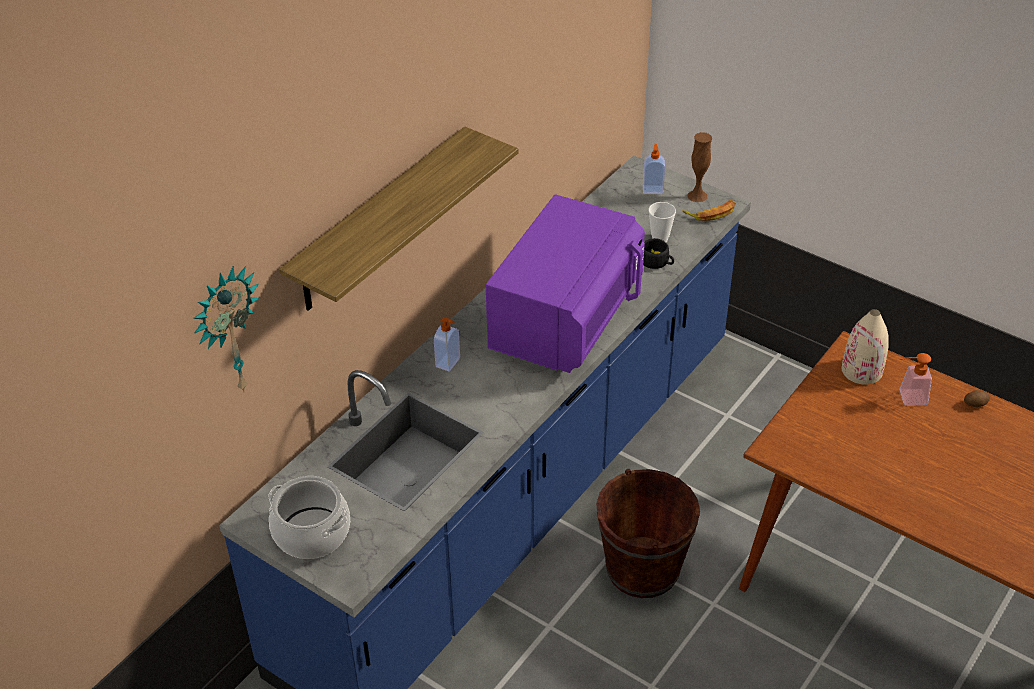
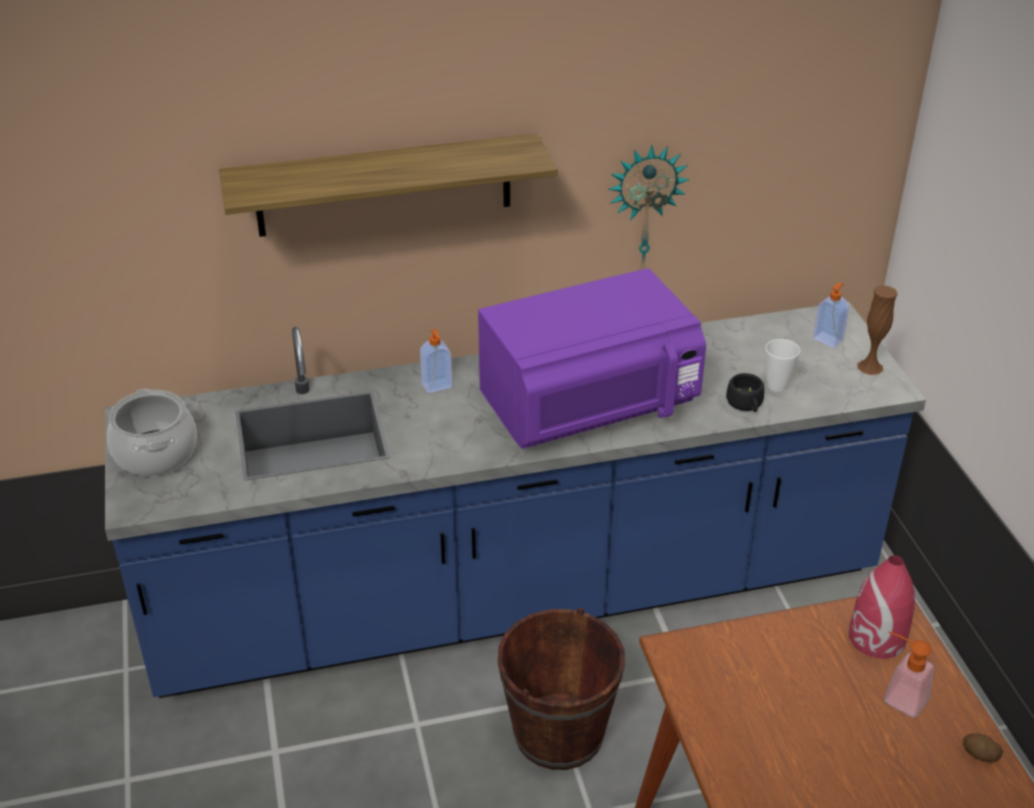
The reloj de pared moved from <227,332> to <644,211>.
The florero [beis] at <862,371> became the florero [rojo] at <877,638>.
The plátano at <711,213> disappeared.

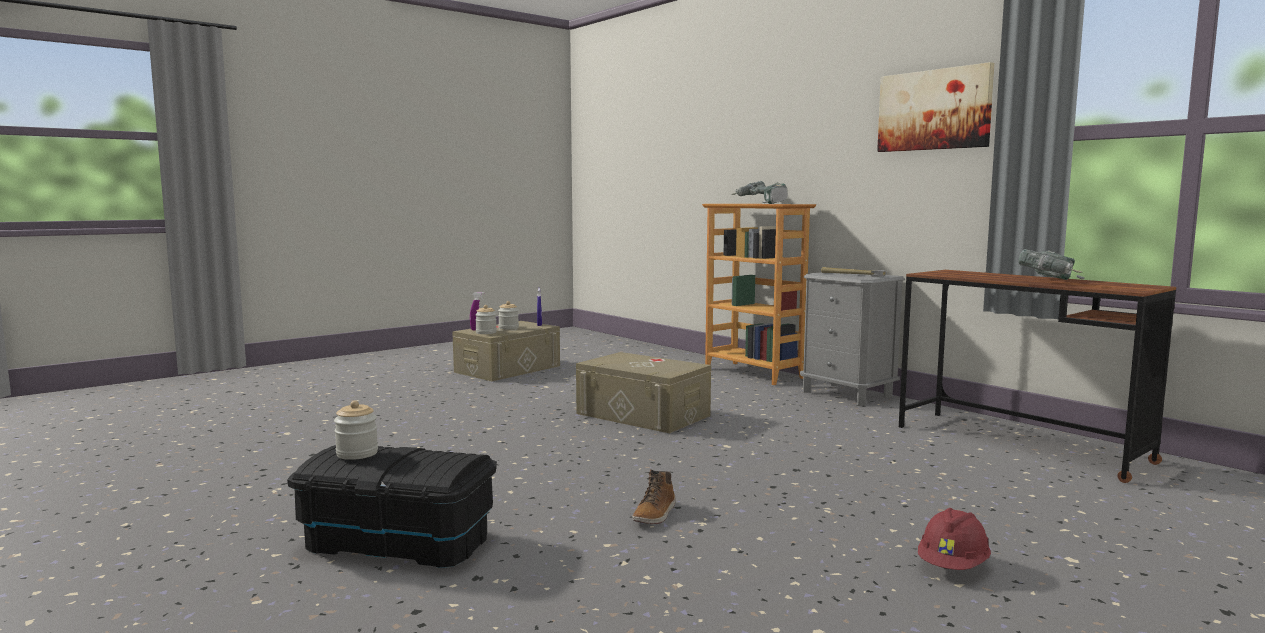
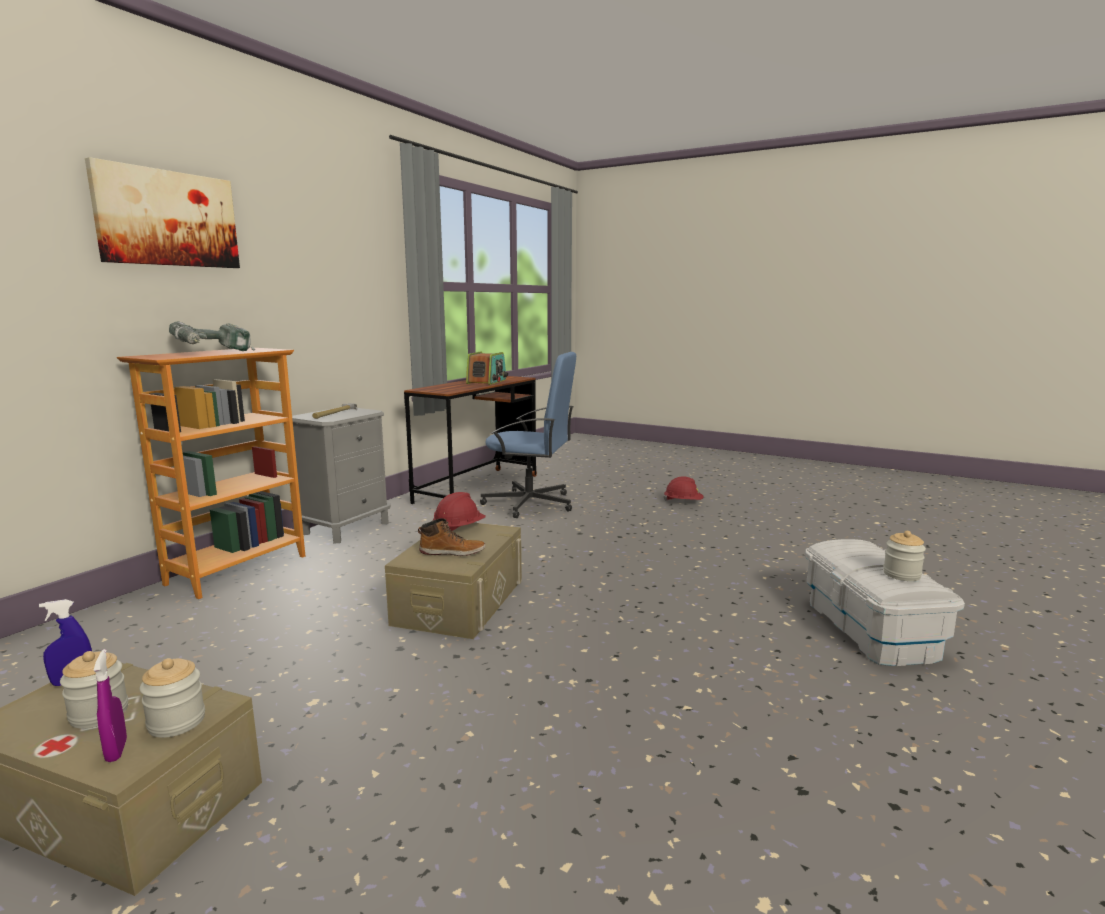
The cuadro moved from <934,110> to <167,218>.
The bota moved from <655,514> to <452,552>.
The casco [rojo] at <459,529> appeared.
The taladro at <1053,281> was replaced by the radio at <487,381>.
The silla de oficina [azul] at <530,503> appeared.
The caja de almacenaje [negro] at <397,541> became the caja de almacenaje [blanco] at <871,629>.

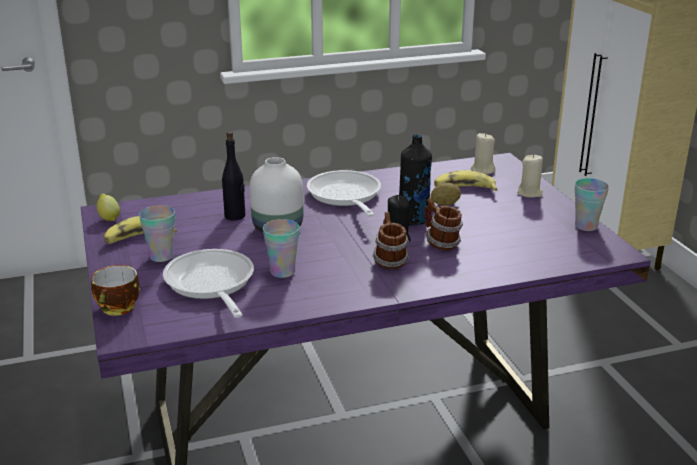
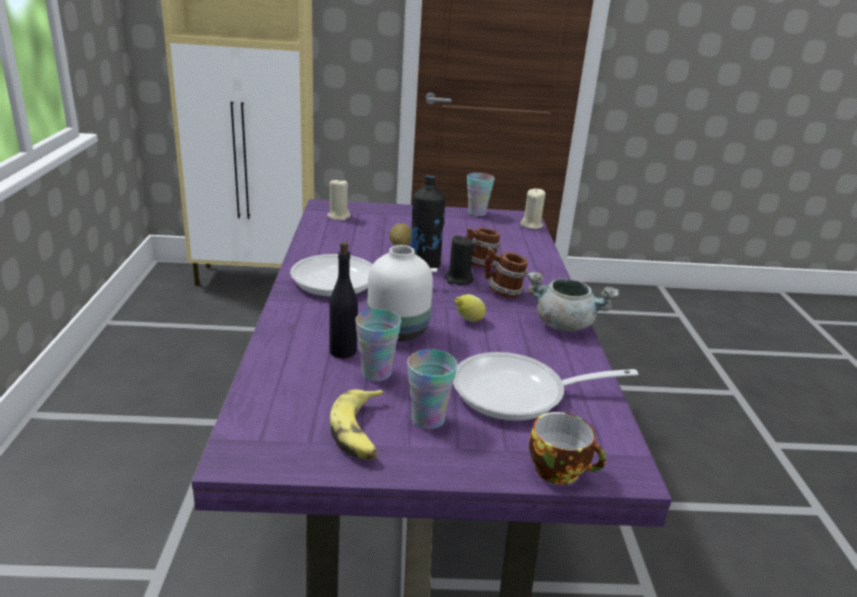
The taza moved from <282,272> to <376,373>.
The limón moved from <109,218> to <468,320>.
The vela [beis] moved from <530,193> to <531,225>.
The olla [gris] at <565,324> appeared.
The plátano at <464,189> disappeared.

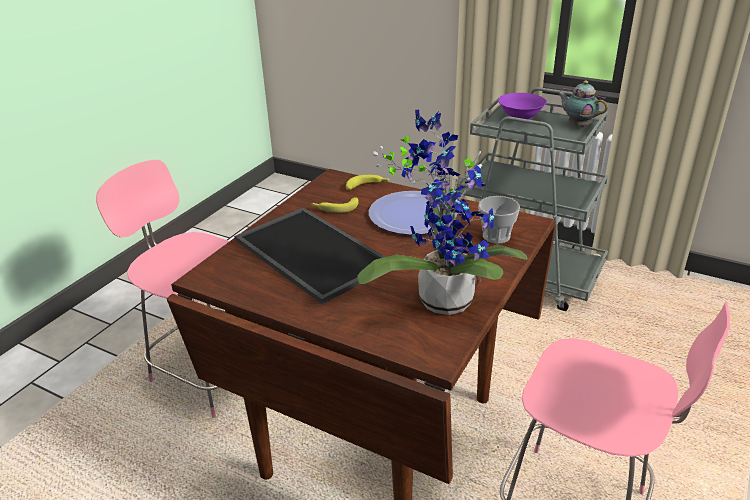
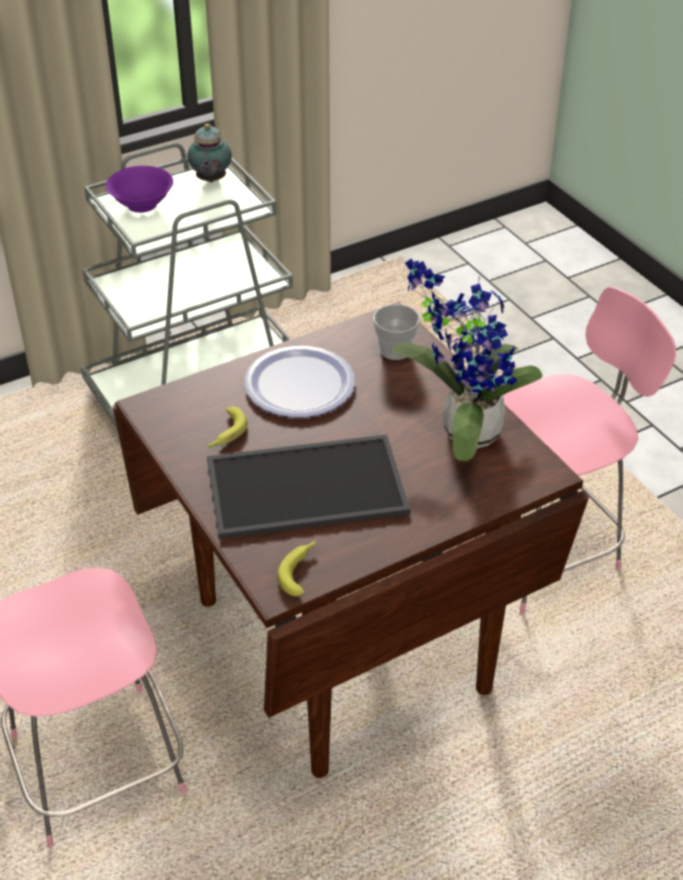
The tetera at <577,125> turned 75 degrees counterclockwise.
The plátano moved from <368,186> to <301,570>.

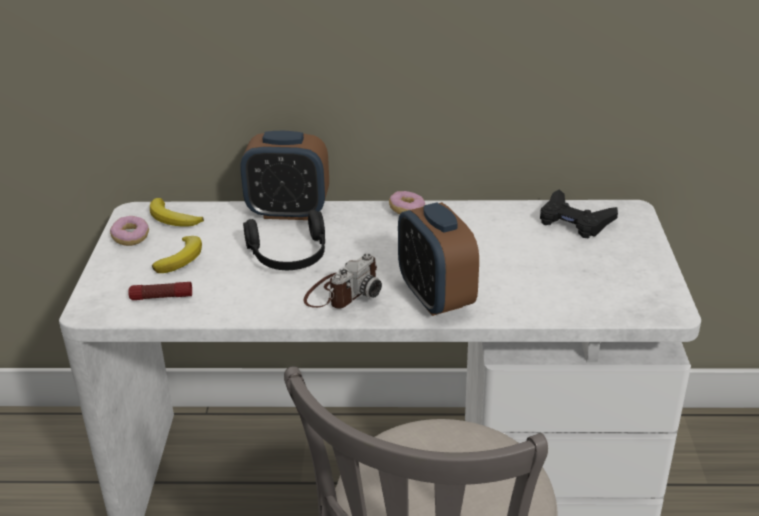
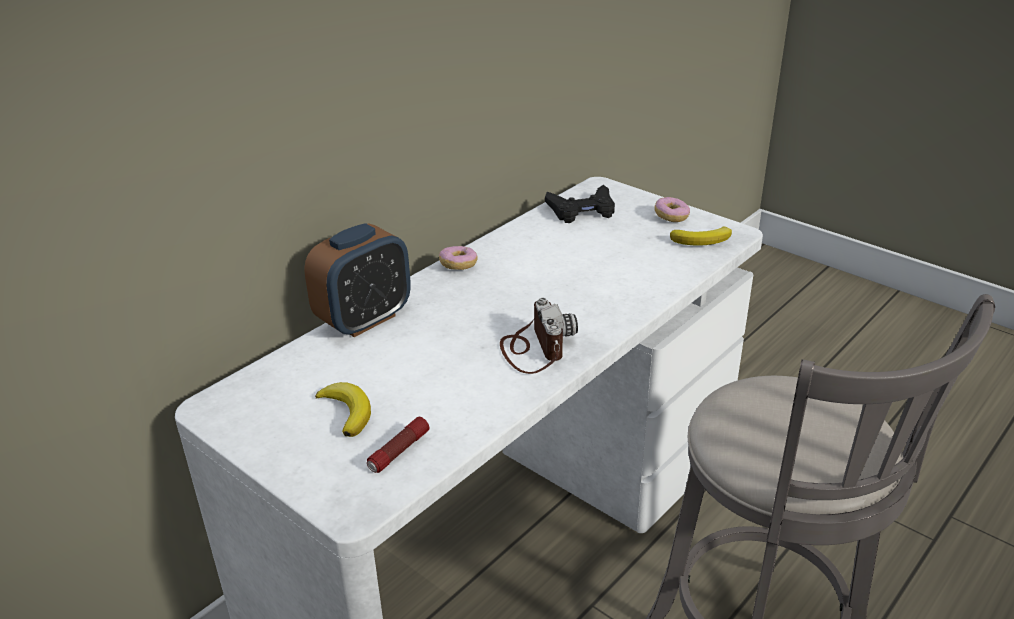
The rosquilla moved from <131,238> to <671,217>.
The plátano moved from <173,218> to <703,240>.
The auriculares [negro] at <289,256> disappeared.
The despertador at <435,297> disappeared.

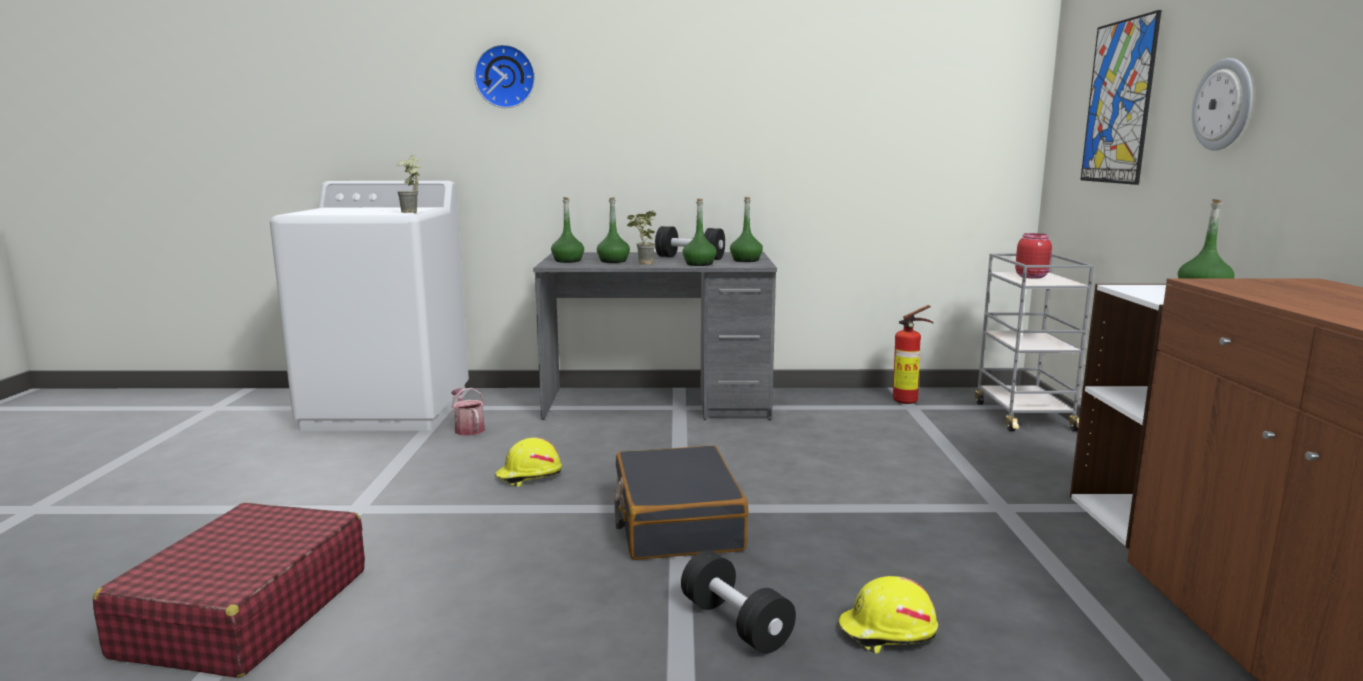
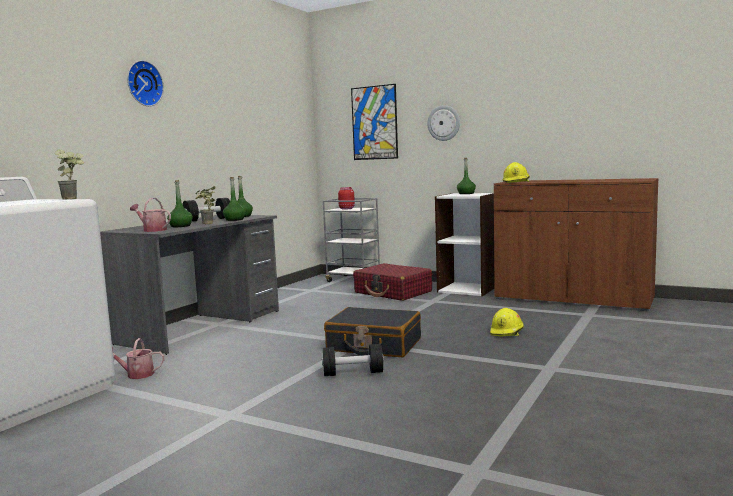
The reloj de pared moved from <505,76> to <143,83>.
The botella [verde] at <568,261> was replaced by the regadera at <152,230>.
The mancuerna [negro] moved from <735,623> to <353,373>.
The maleta [rojo] moved from <245,612> to <393,292>.
The casco [amarillo] moved from <529,476> to <516,182>.
The extintor at <909,401> disappeared.

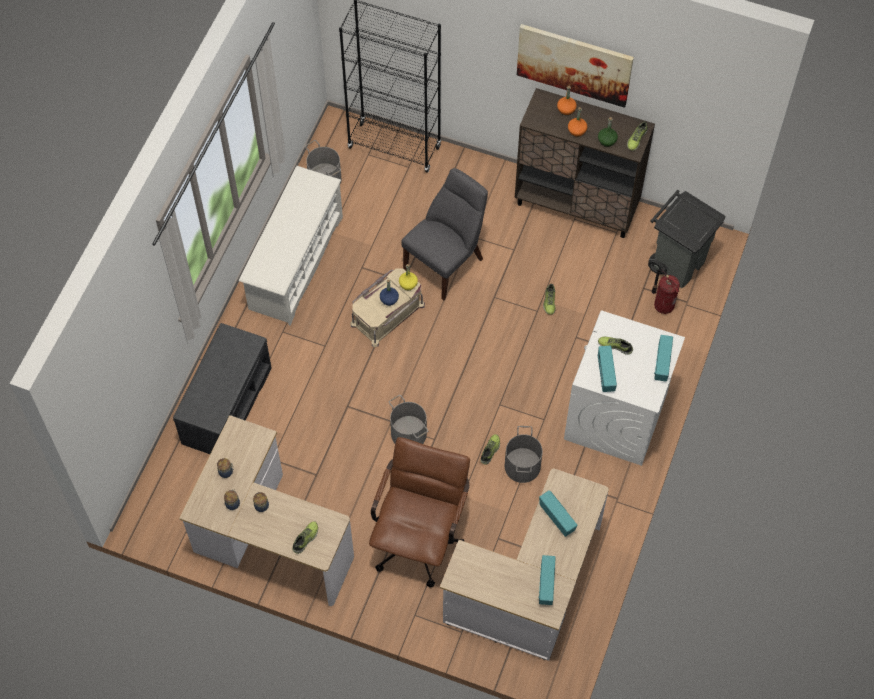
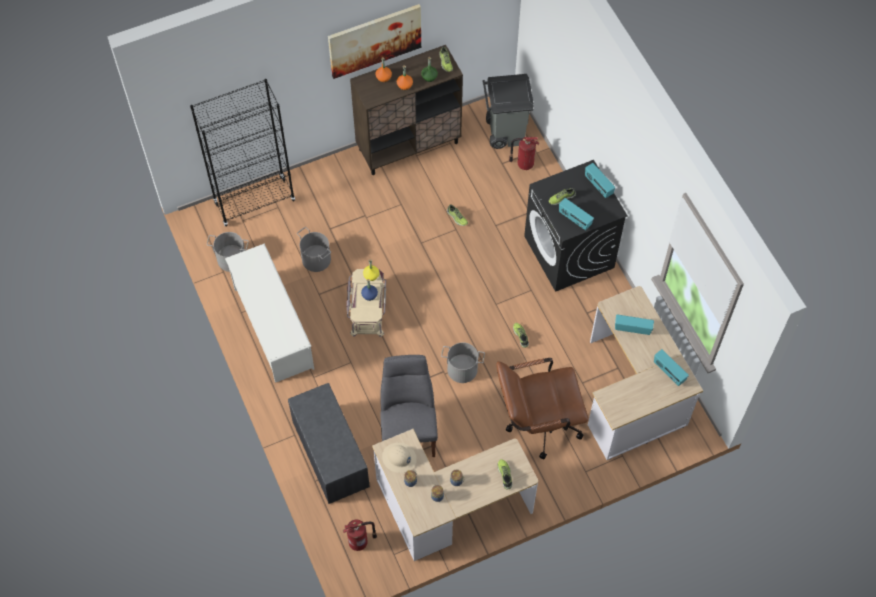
The cubo [gris] moved from <523,466> to <316,259>.
The extintor at <359,542> appeared.
The silla [gris] moved from <446,262> to <408,428>.
The casco [beis] at <399,458> appeared.
The silla de oficina [marrón] at <420,536> turned 75 degrees counterclockwise.
The lavadora [blanco] at <616,417> became the lavadora [negro] at <569,252>.

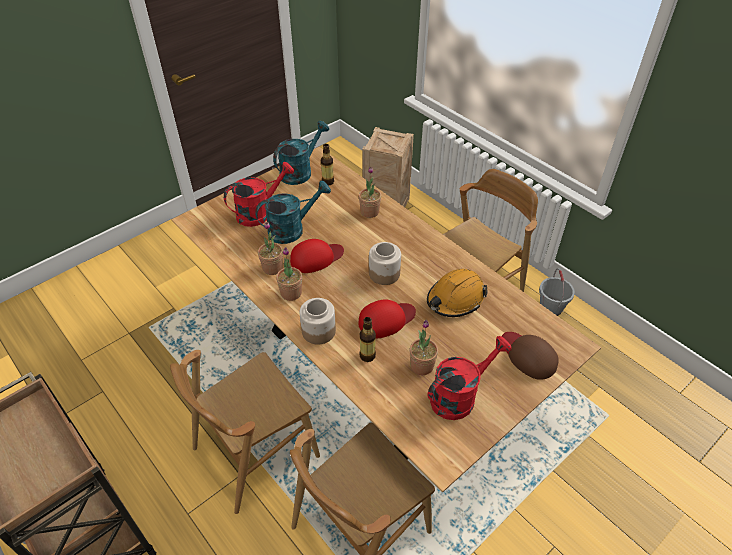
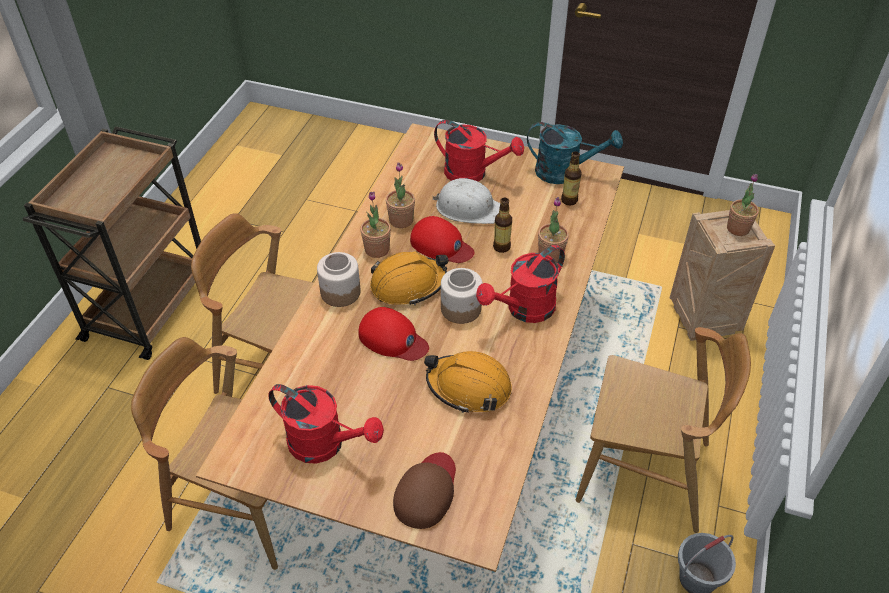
The casco [naranja] at <408,285> appeared.
The regadera [turquesa] at <292,229> was replaced by the casco [blanco] at <468,208>.
The regadera [rojo] at <524,310> appeared.
The botella moved from <367,356> to <501,247>.
The planta en maceta moved from <422,366> to <738,228>.

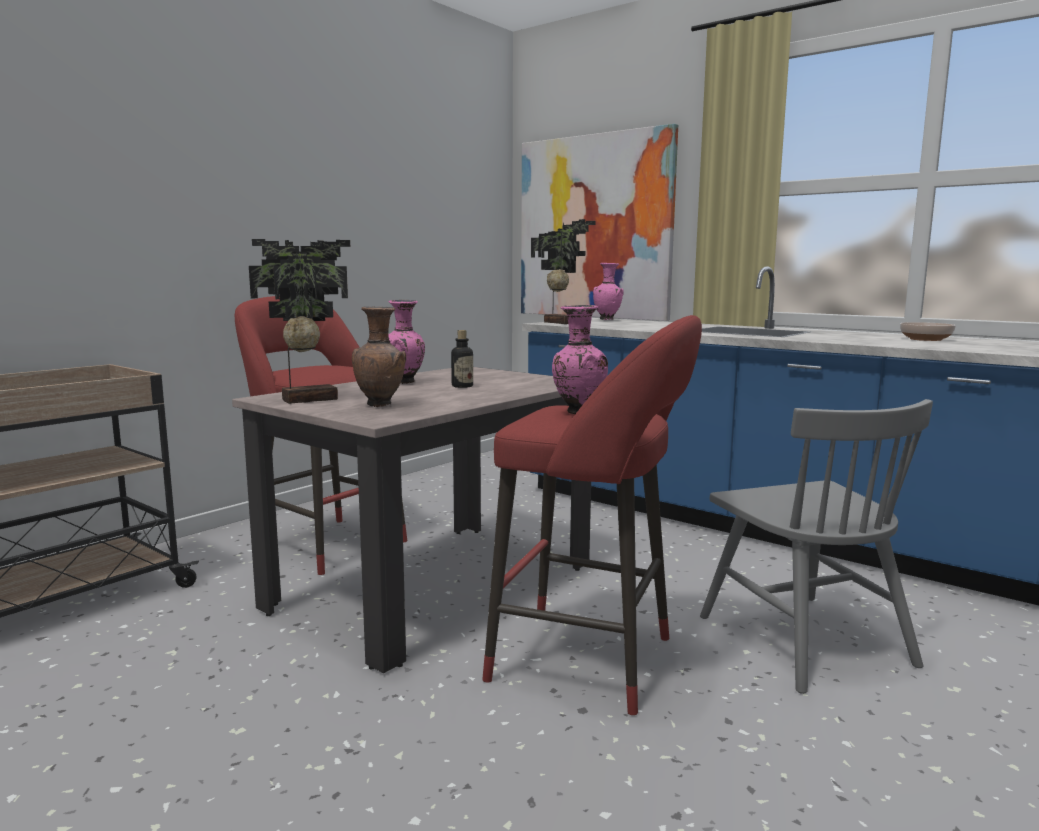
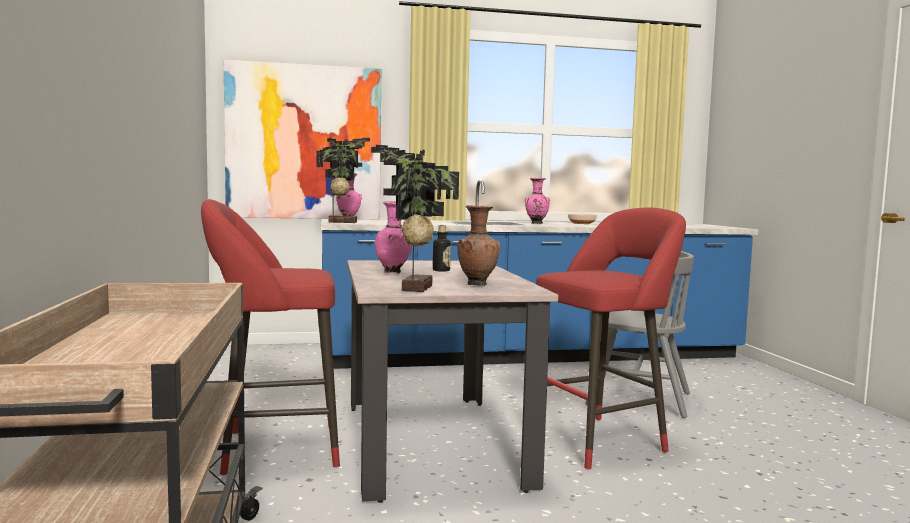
The florero [rosa] moved from <577,413> to <536,223>.

